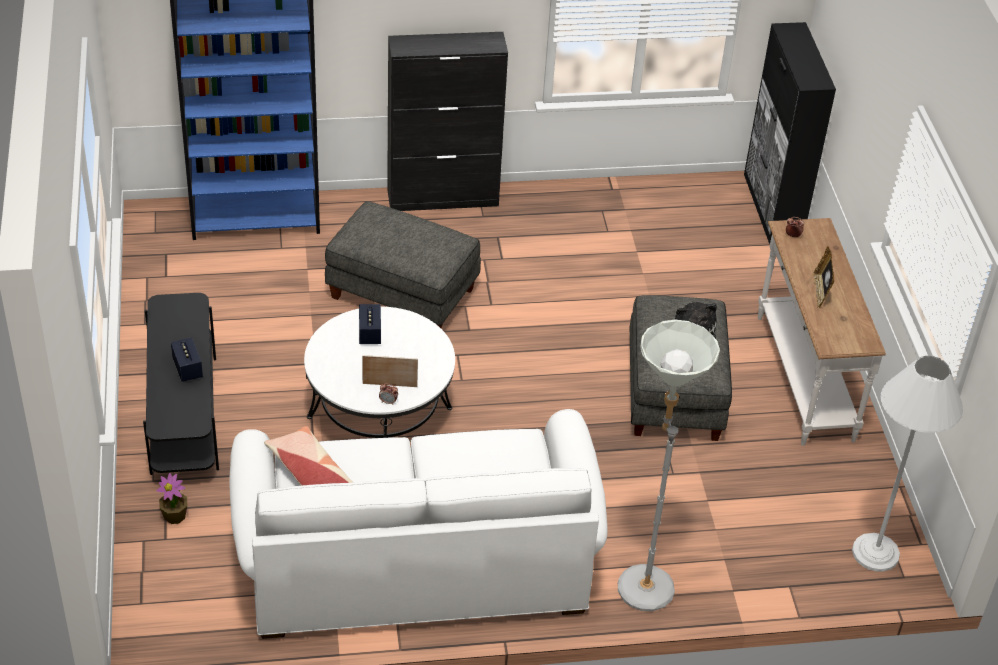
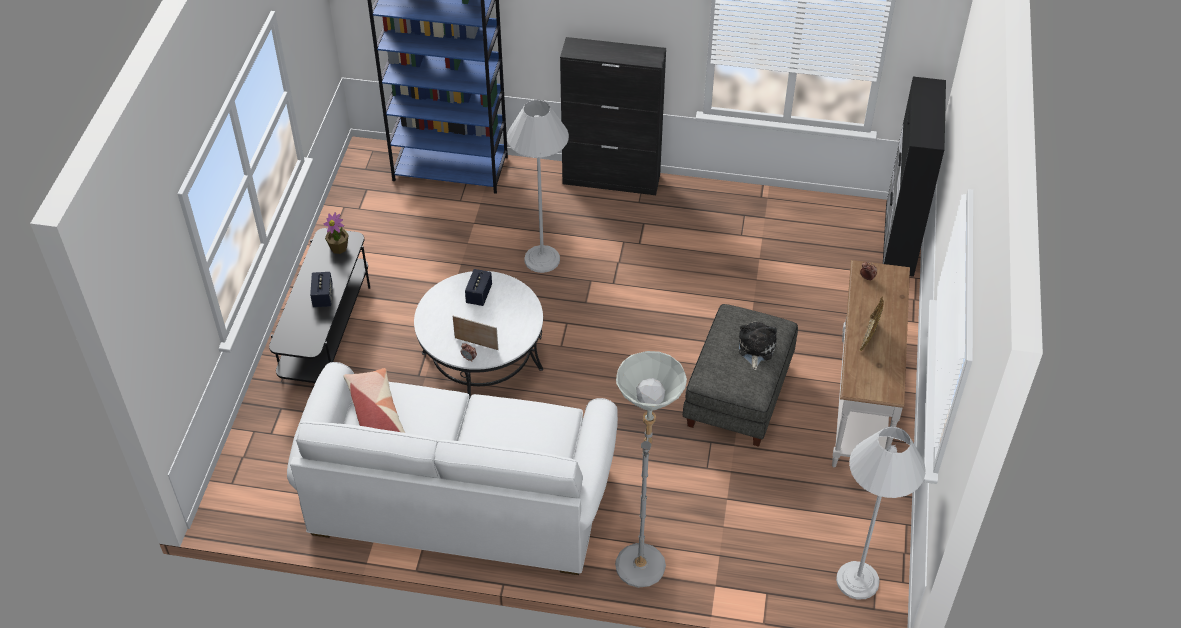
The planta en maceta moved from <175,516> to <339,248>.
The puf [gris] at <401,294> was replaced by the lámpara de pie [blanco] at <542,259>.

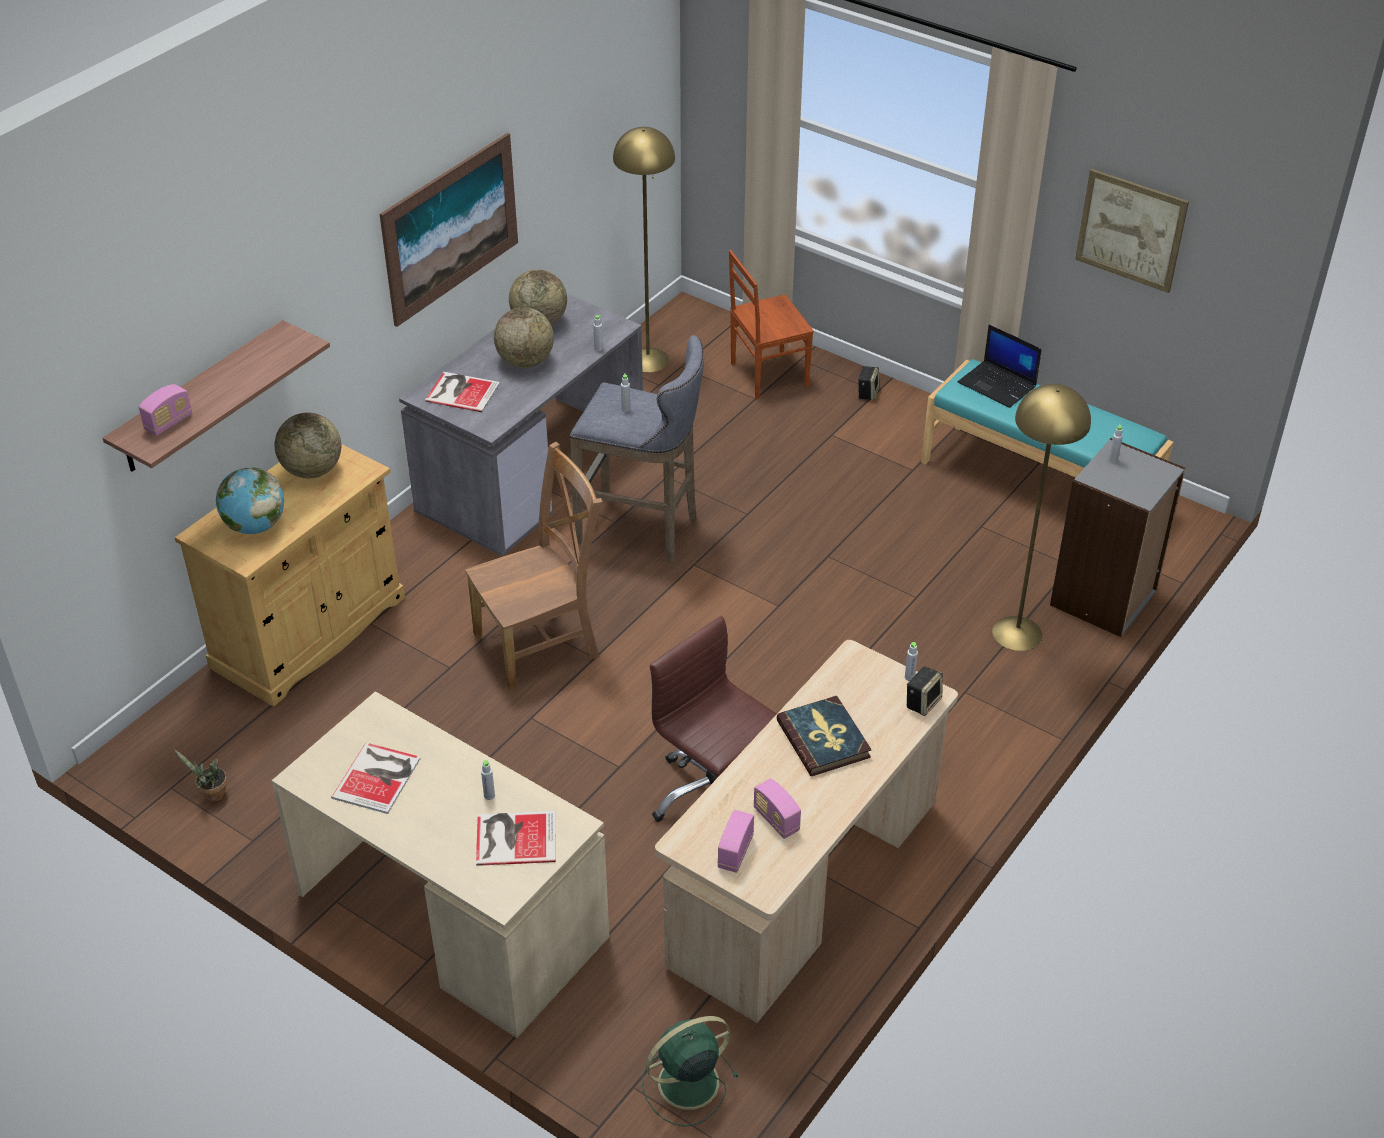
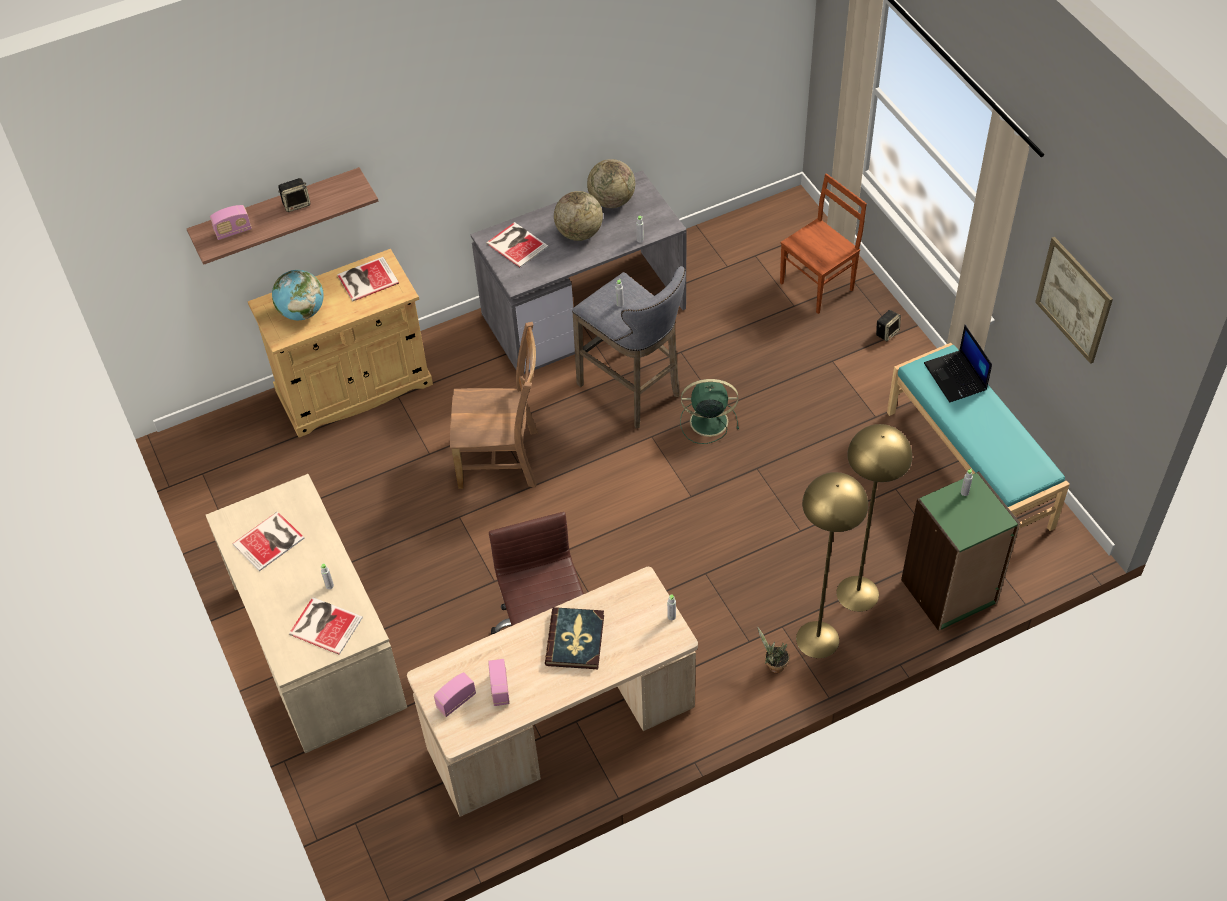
The altavoz moved from <922,702> to <296,204>.
The globo terráqueo at <312,470> was replaced by the libro at <366,279>.
The ventilador [verde] moved from <685,1084> to <707,421>.
The planta en maceta moved from <211,795> to <773,666>.
The silla [marrón] at <767,374> turned 135 degrees clockwise.
The lámpara de pie [amarillo] moved from <647,360> to <817,639>.
The estantería [gris] at <1104,599> became the estantería [verde] at <949,592>.
The cuadro at <451,228> disappeared.

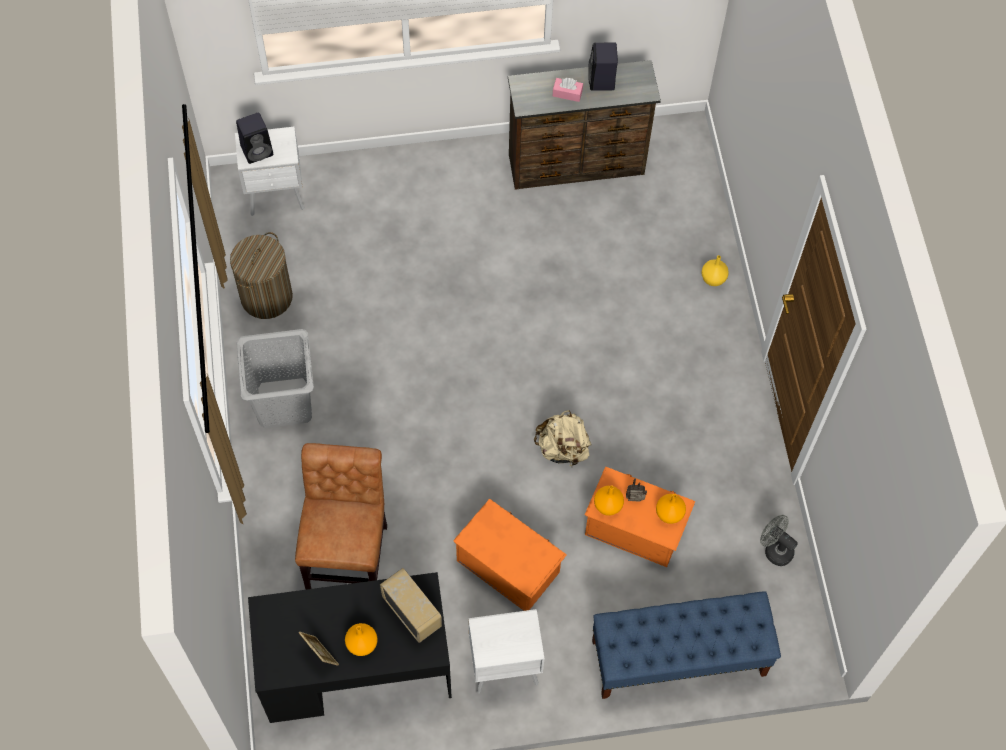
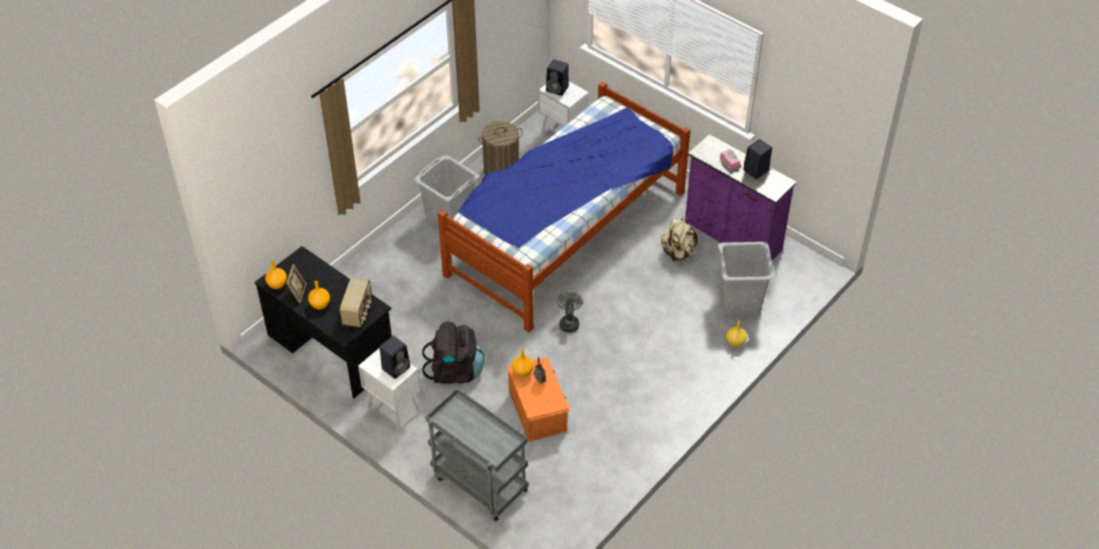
The florero [naranja] moved from <670,514> to <277,285>.
The altavoz [negro] at <396,367> appeared.
The caja de almacenaje [naranja] at <508,565> was replaced by the mochila [negro] at <455,371>.
The banco [azul] at <678,658> was replaced by the carrito [gris] at <478,483>.
The cama at <565,232> appeared.
The ventilador [gris] moved from <775,549> to <569,322>.
The mochila [beis] moved from <563,448> to <678,253>.
The cómoda [marrón] at <577,166> became the cómoda [morado] at <732,237>.
The cesto de la ropa [gris] at <740,302> appeared.
The silla [marrón] at <349,554> disappeared.

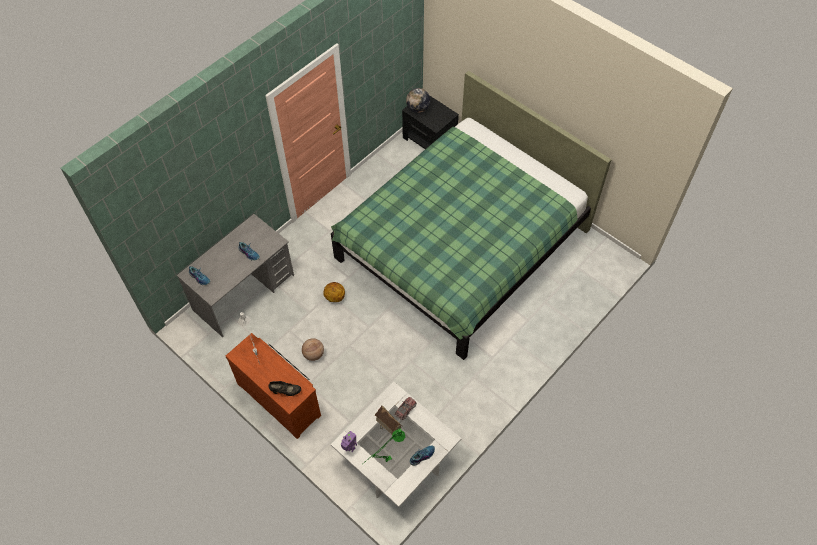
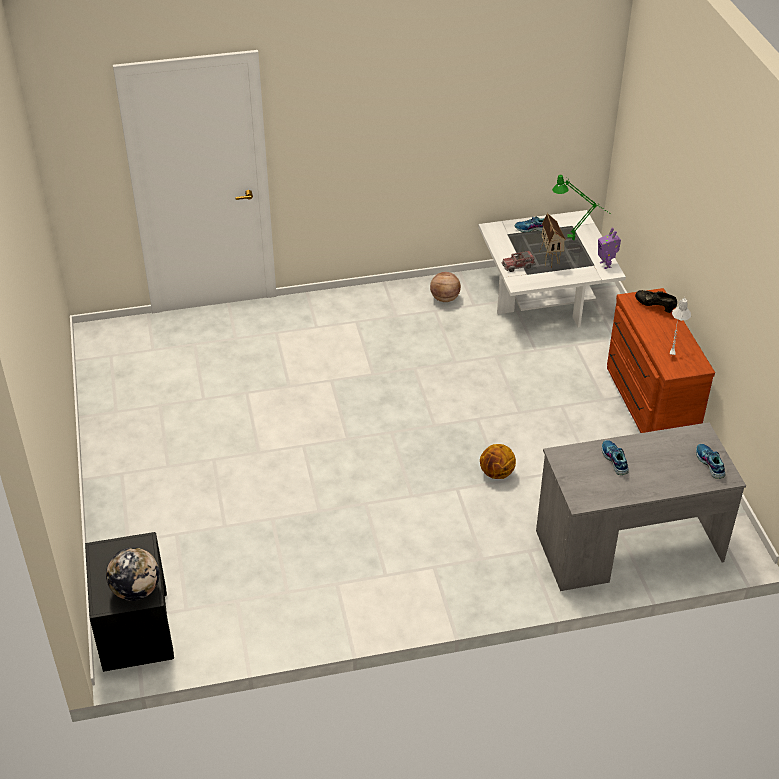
The balón de baloncesto moved from <314,354> to <444,299>.
The cama [verde] at <461,244> disappeared.

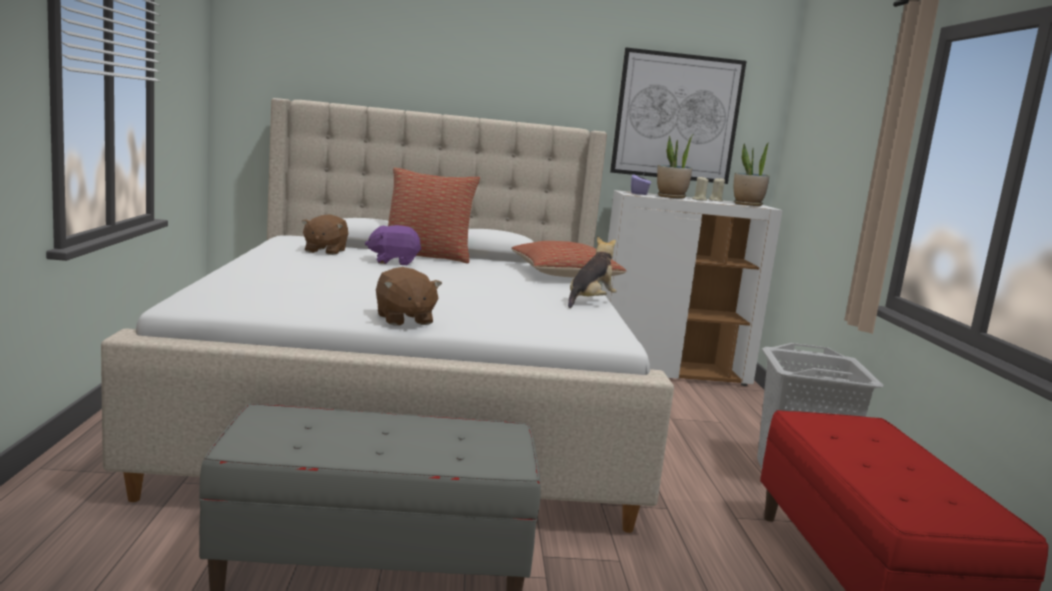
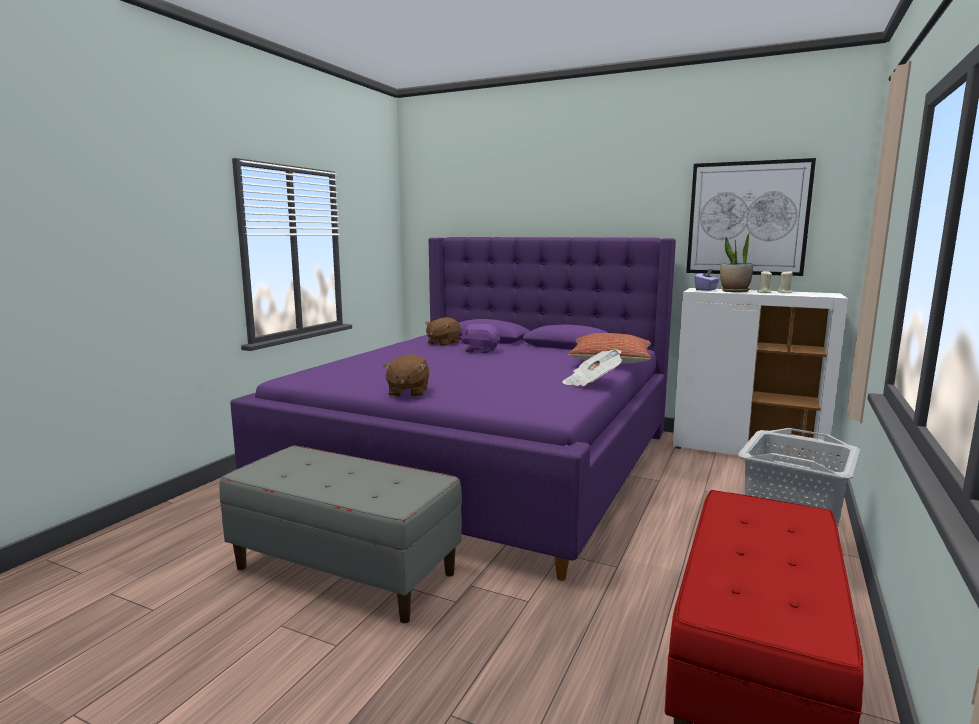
The cama [beis] at <412,410> became the cama [morado] at <485,463>.
The peluche at <589,301> was replaced by the periódico at <591,383>.
The cojín at <427,256> disappeared.
The planta en maceta at <747,205> disappeared.

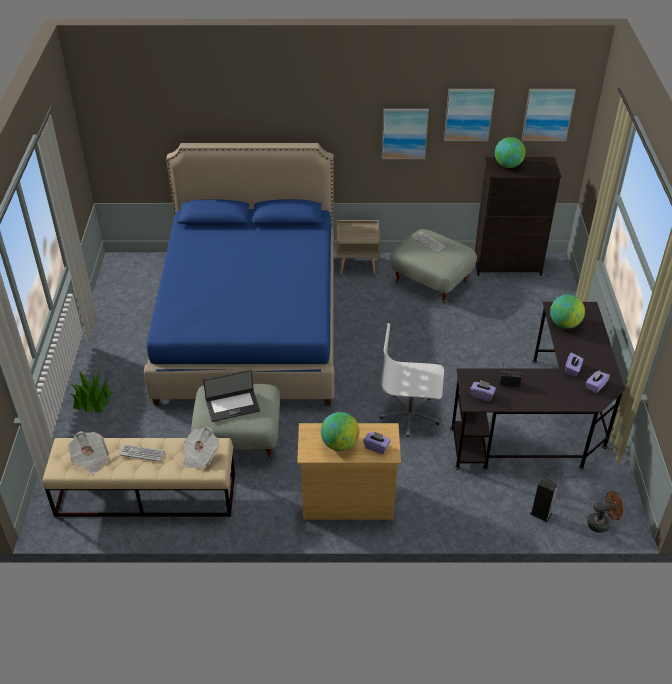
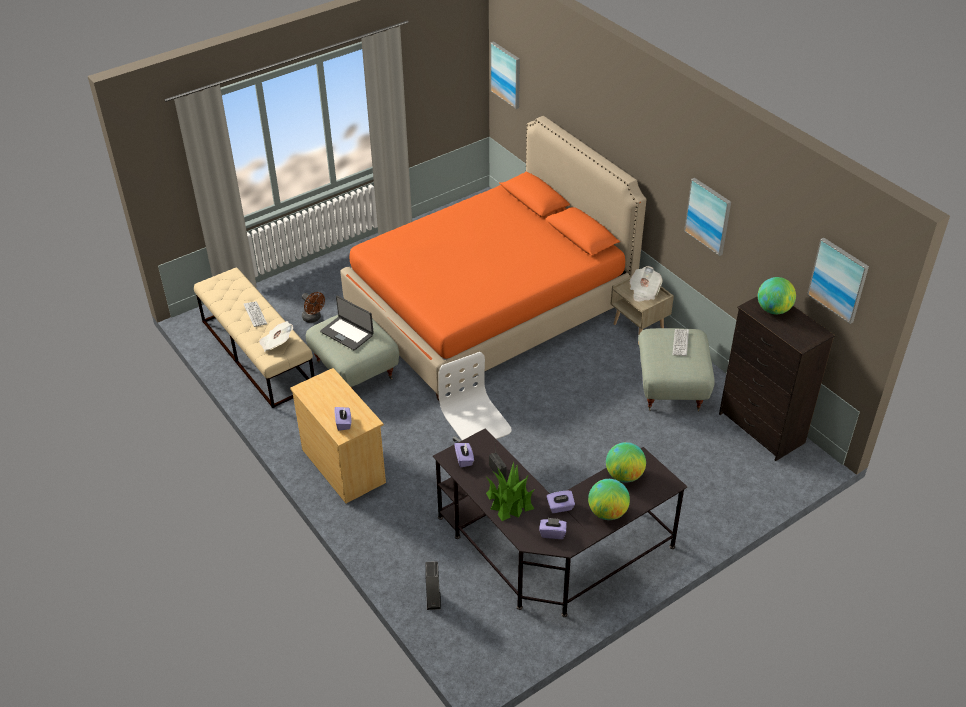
The ventilador [marrón] moved from <601,523> to <313,318>.
The cama [azul] at <250,324> became the cama [naranja] at <489,306>.
The planta en maceta moved from <92,400> to <509,501>.
The cuadro moved from <468,114> to <506,74>.
The globo terráqueo moved from <340,444> to <607,512>.
The periódico moved from <91,459> to <644,292>.

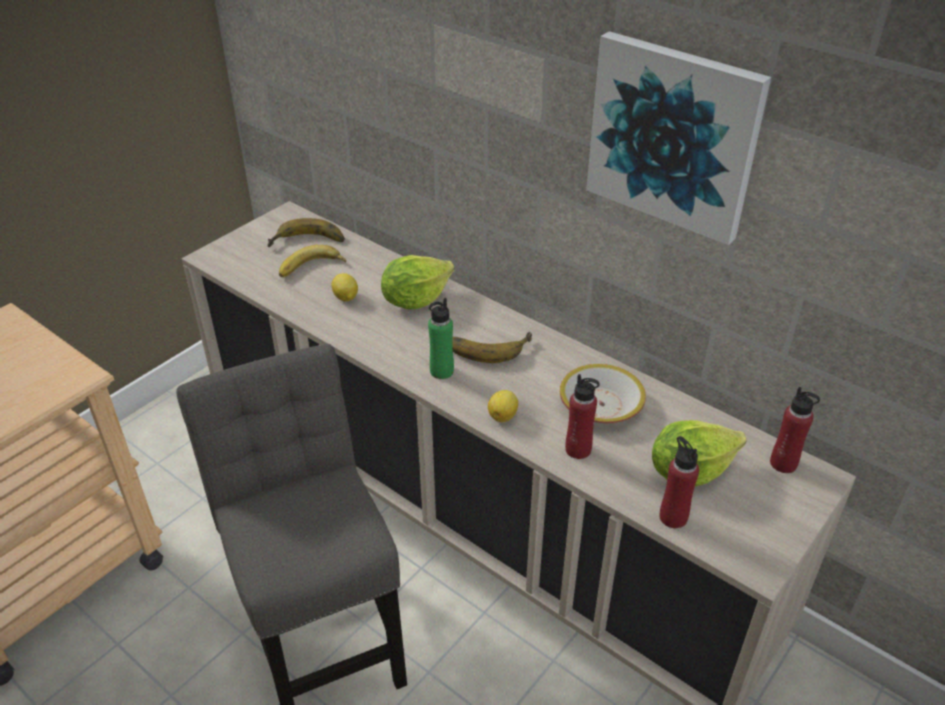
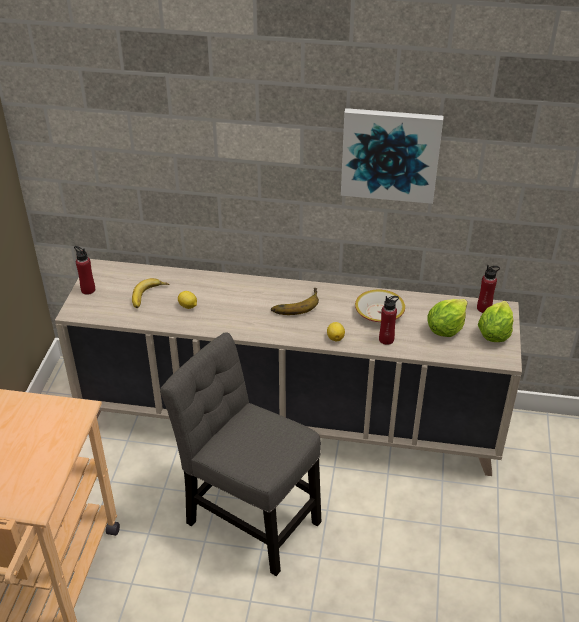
The botella [rojo] moved from <673,517> to <88,290>.
The lechuga moved from <415,300> to <494,334>.
The plátano at <307,243> disappeared.
The botella [verde] at <441,371> disappeared.

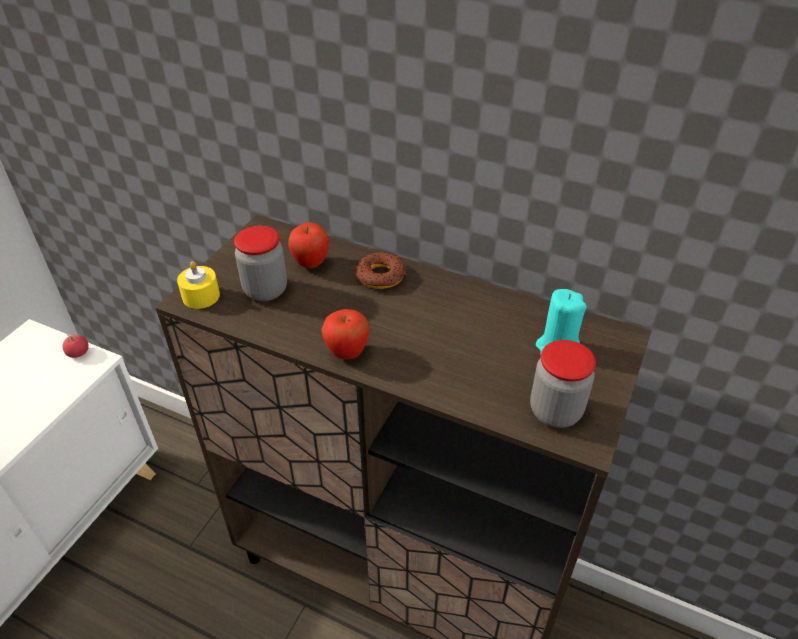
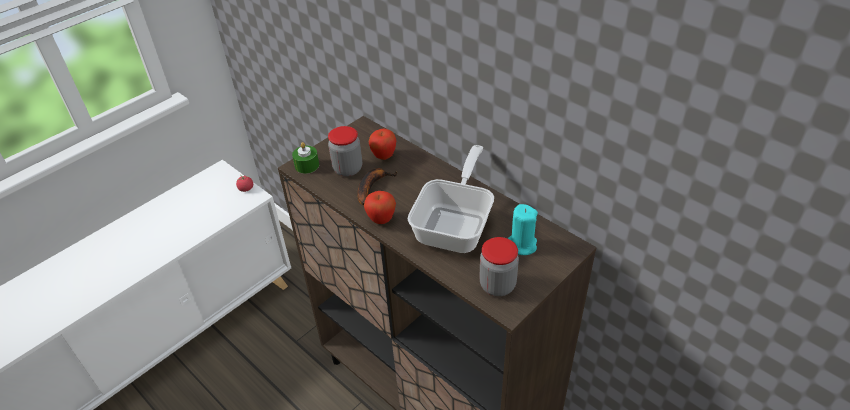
The vela [amarillo] at <201,296> became the vela [verde] at <307,165>.
The plátano at <372,187> appeared.
The sartén at <456,224> appeared.
The rosquilla at <381,275> disappeared.

